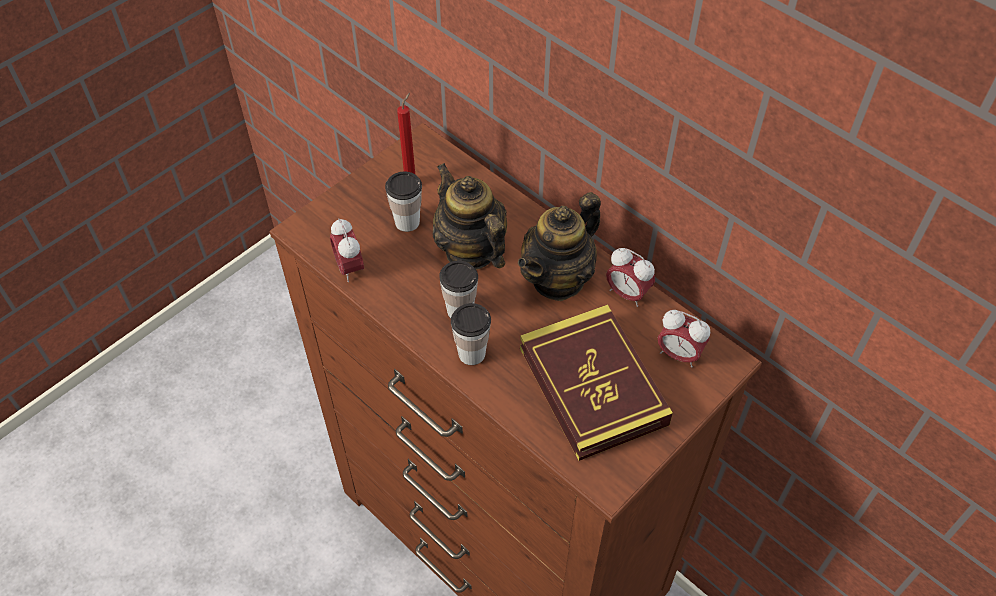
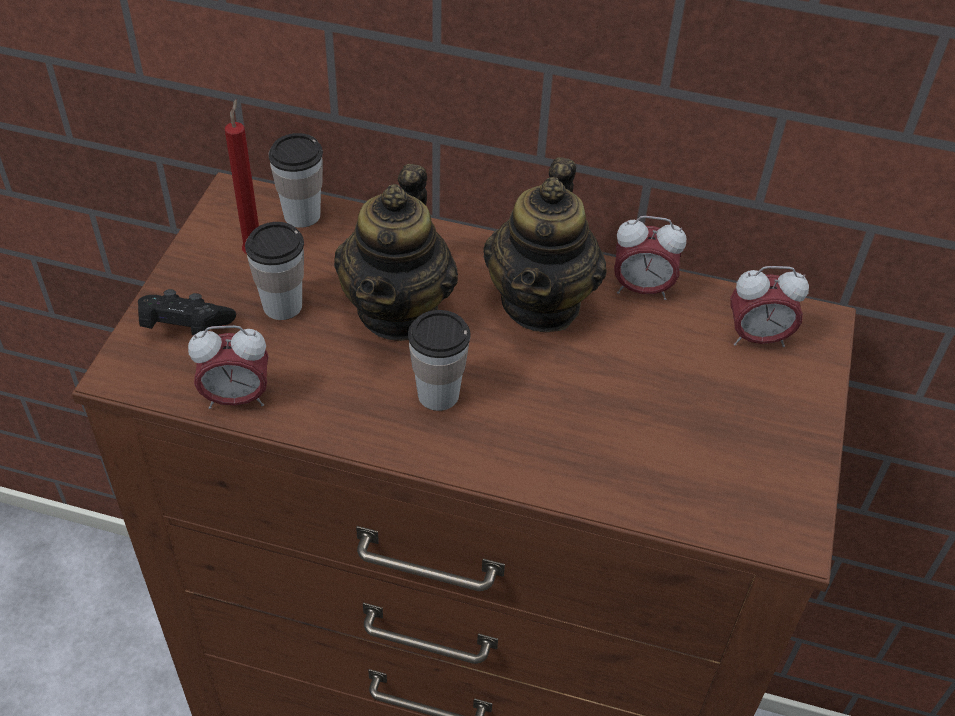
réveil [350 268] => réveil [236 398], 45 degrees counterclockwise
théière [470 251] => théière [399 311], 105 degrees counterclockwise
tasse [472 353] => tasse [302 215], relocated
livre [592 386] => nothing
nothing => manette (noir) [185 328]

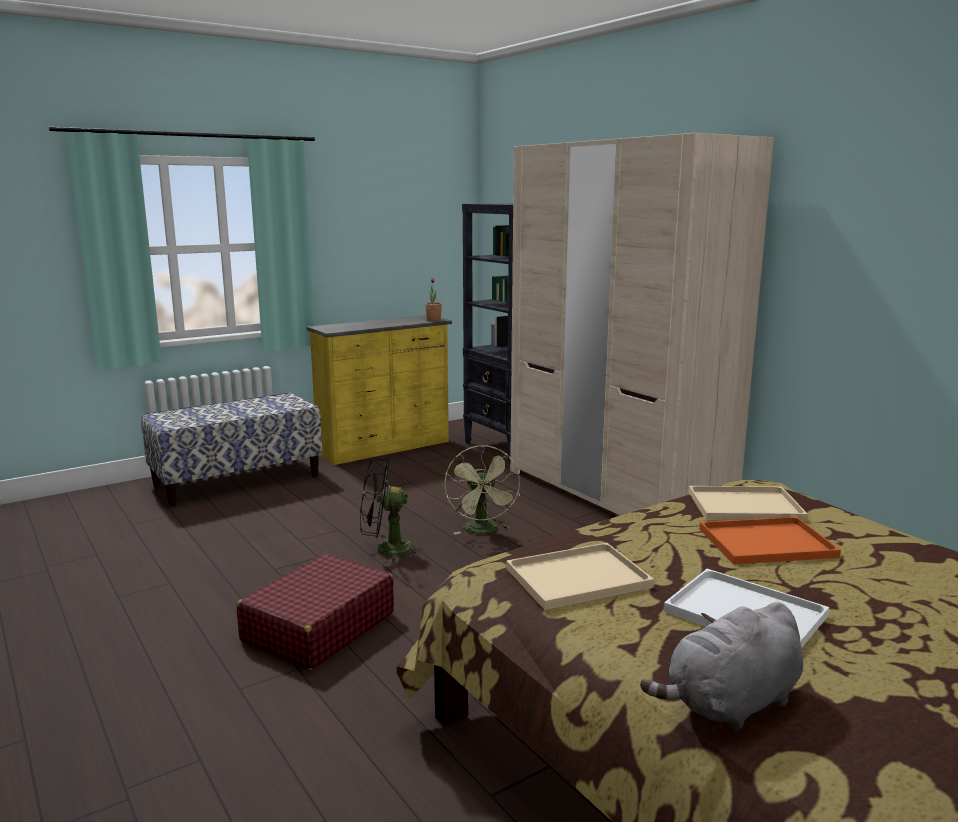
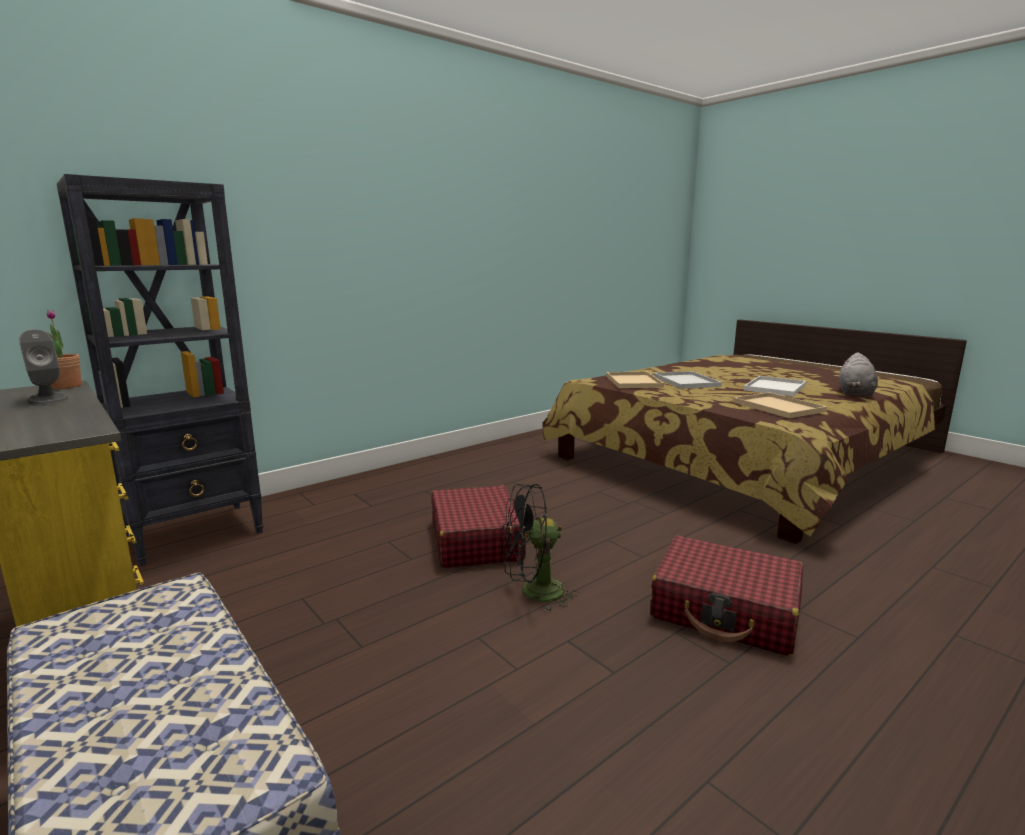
ventilateur (noir) [386 549] => ventilateur (noir) [533 593], 90 degrees clockwise
ventilateur (vert) [483 531] => valise (rouge) [476 540]
armoire (beige) [614 494] => nothing
peluche (gris) [730 705] => peluche (gris) [855 393], 60 degrees clockwise
plateau (orange) [765 543] => plateau (blanc) [687 381]
nothing => enceinte (gris) [48 399]

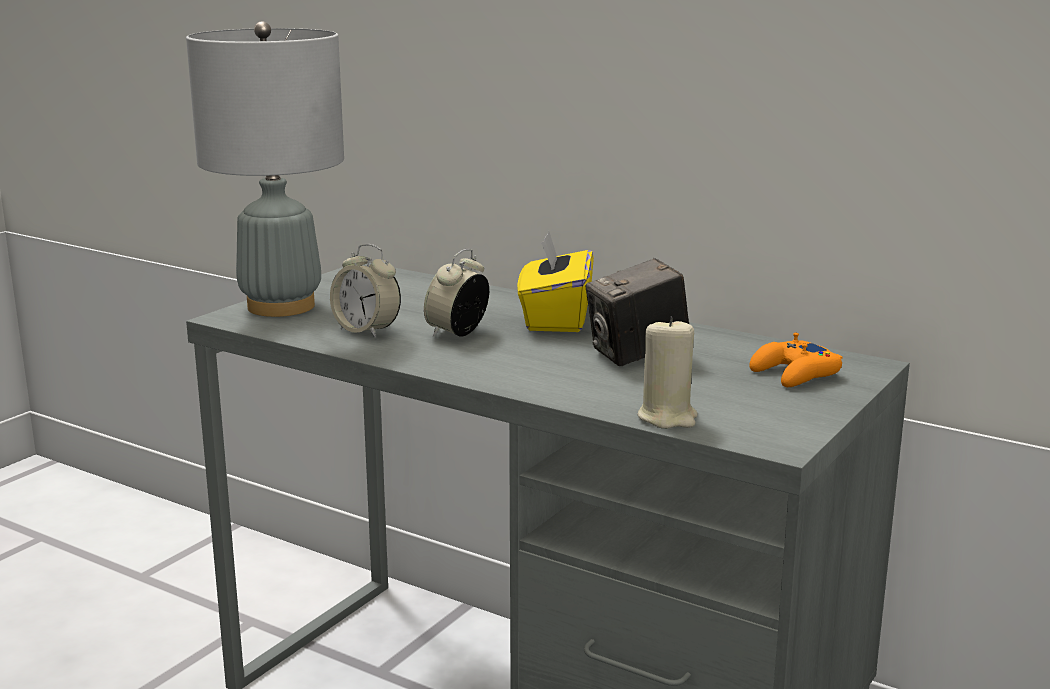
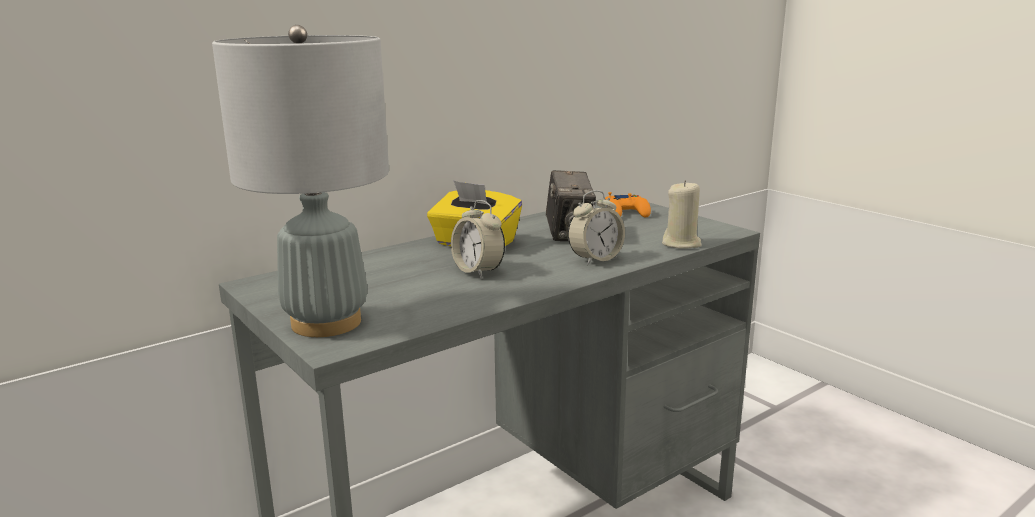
réveil [366 331] => réveil [595 259], relocated

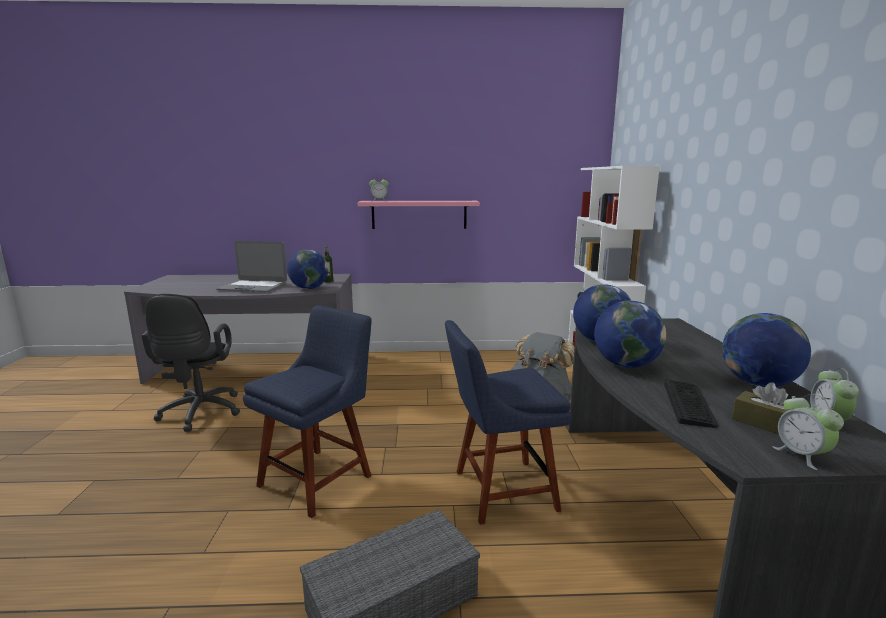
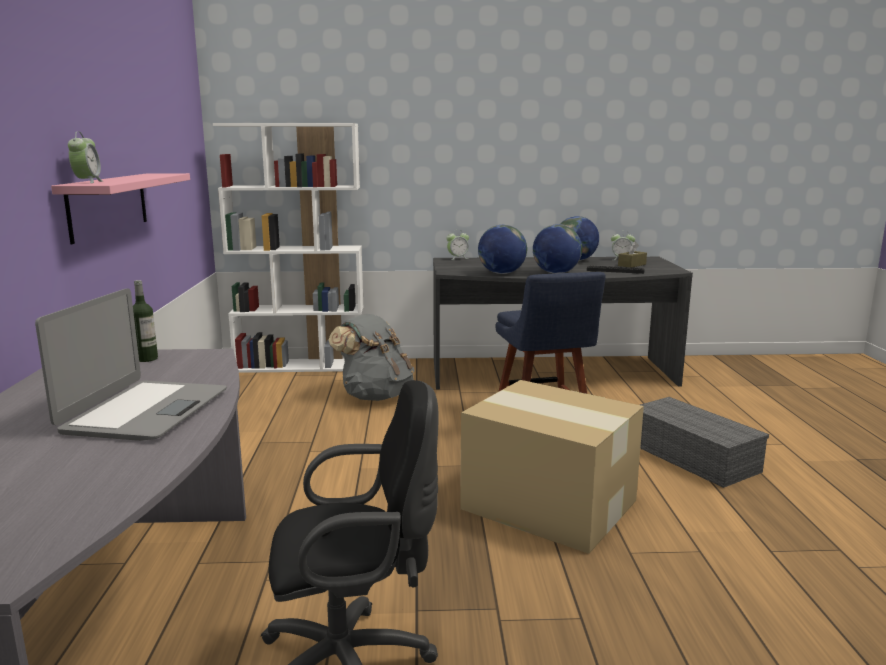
chaise (bleu) [319 478] => carton [547 503]
globe [309 288] => nothing
réveil [801 455] => réveil [457 258], relocated

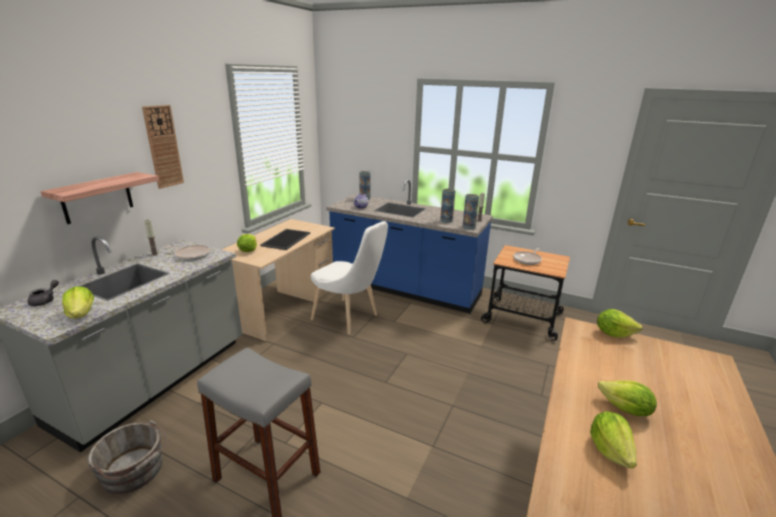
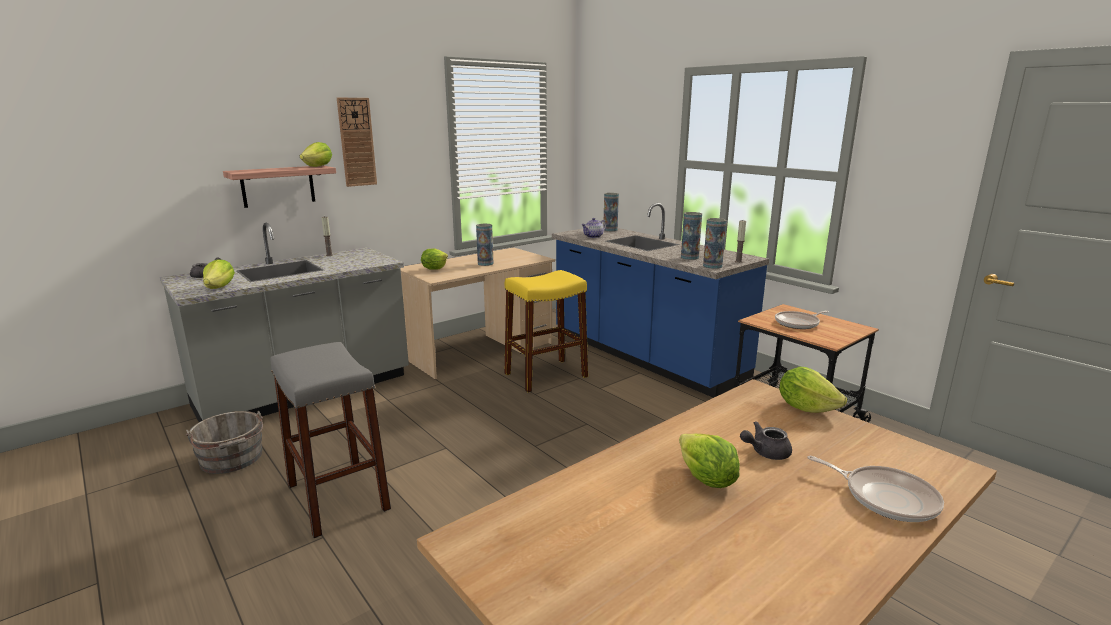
poêle [191 255] => poêle [886 497], relocated
plateau [285 239] => vase [485 263]
chaise (blanc) [348 318] => tabouret (jaune) [545 375]
laitue [610 450] => laitue [318 166], relocated
nothing => théière (gris) [765 452]

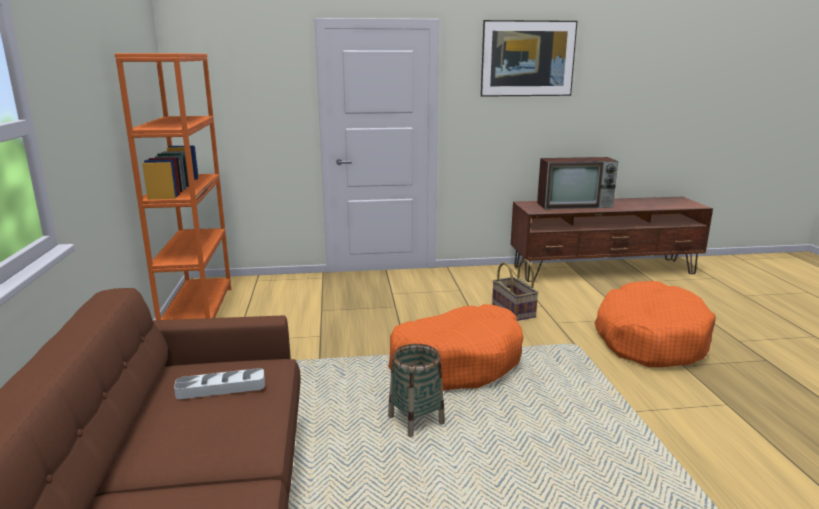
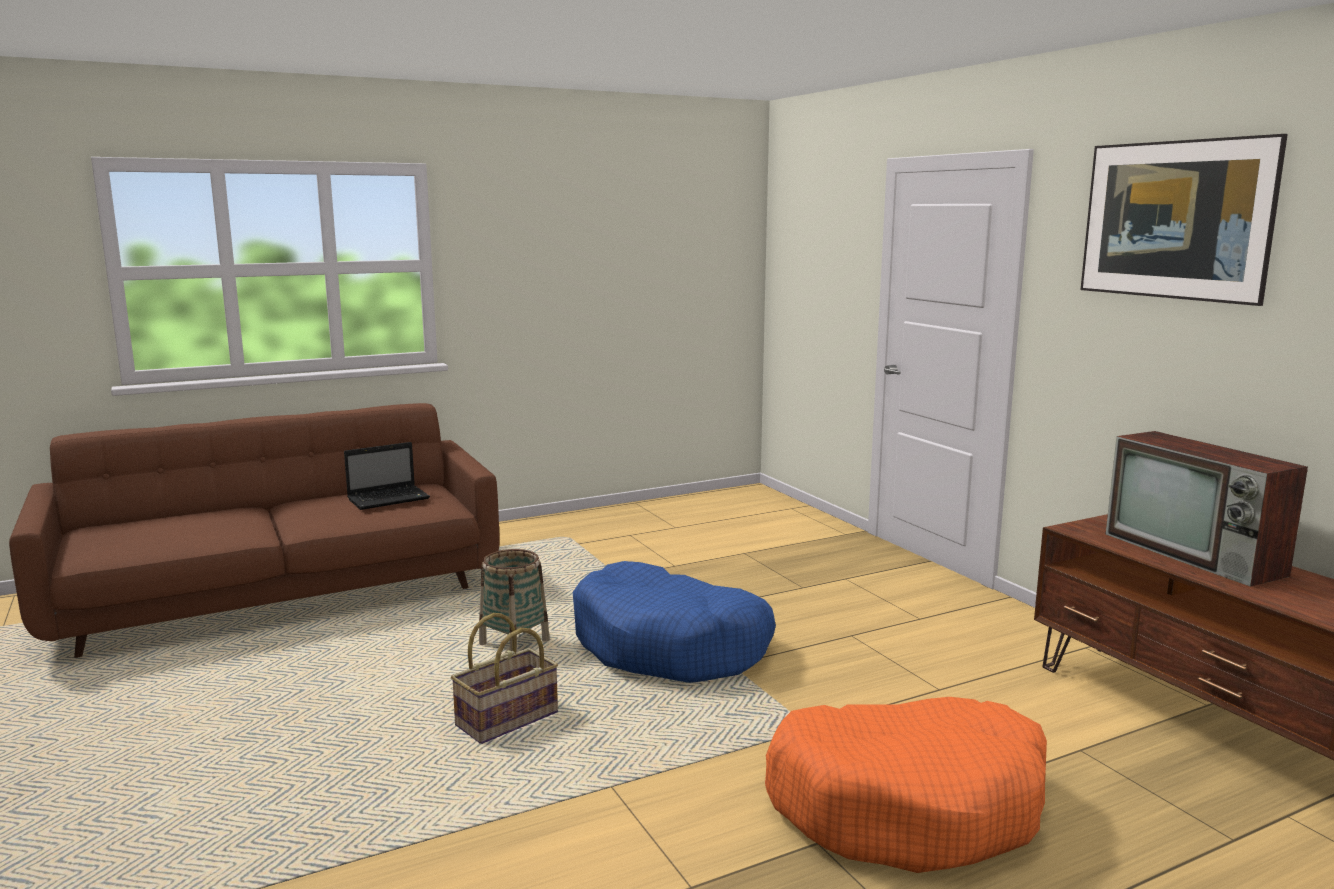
bibliothèque (orange) [198 311] => nothing
plateau (blanc) [221 388] => ordinateur portable [390 499]
panier pour chien (orange) [456 361] => panier pour chien (bleu) [670 646]
panier [514 310] => panier [507 720], relocated

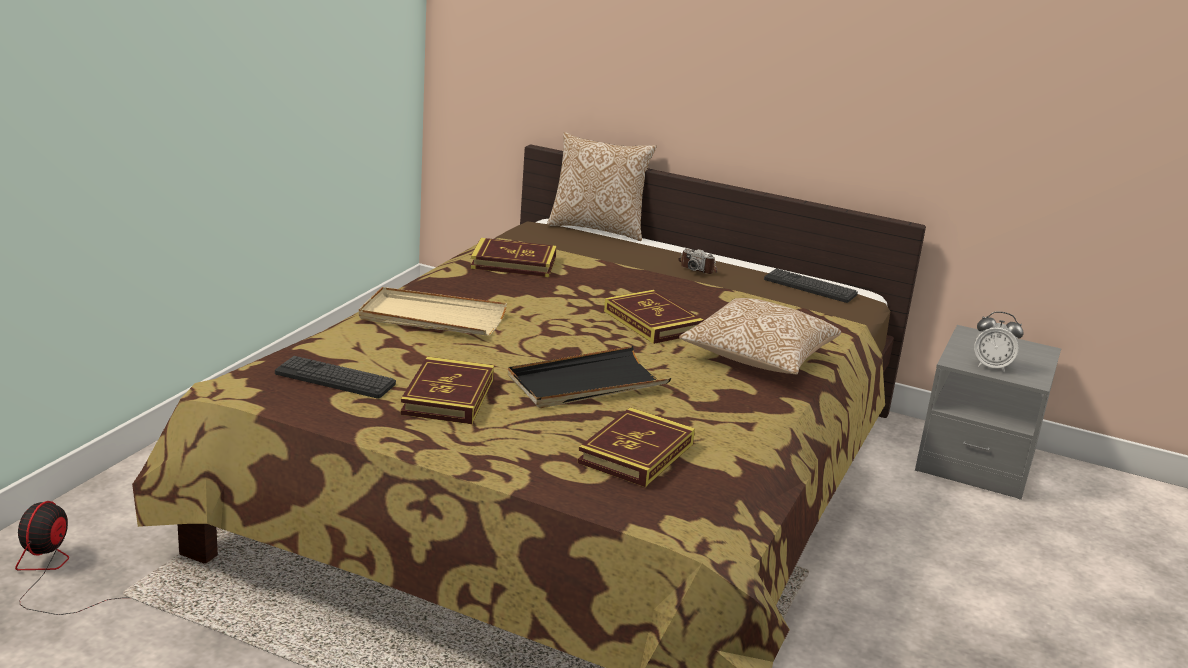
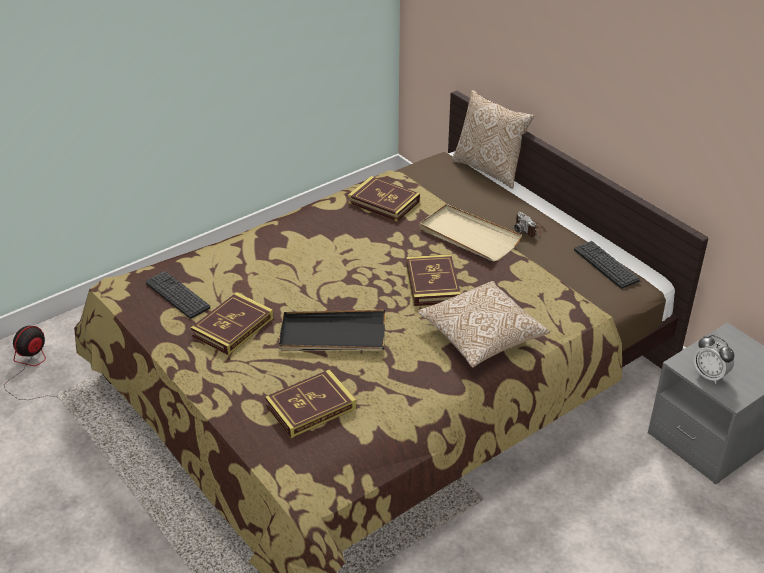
plateau (beige) [432 318] => plateau (beige) [468 236], relocated

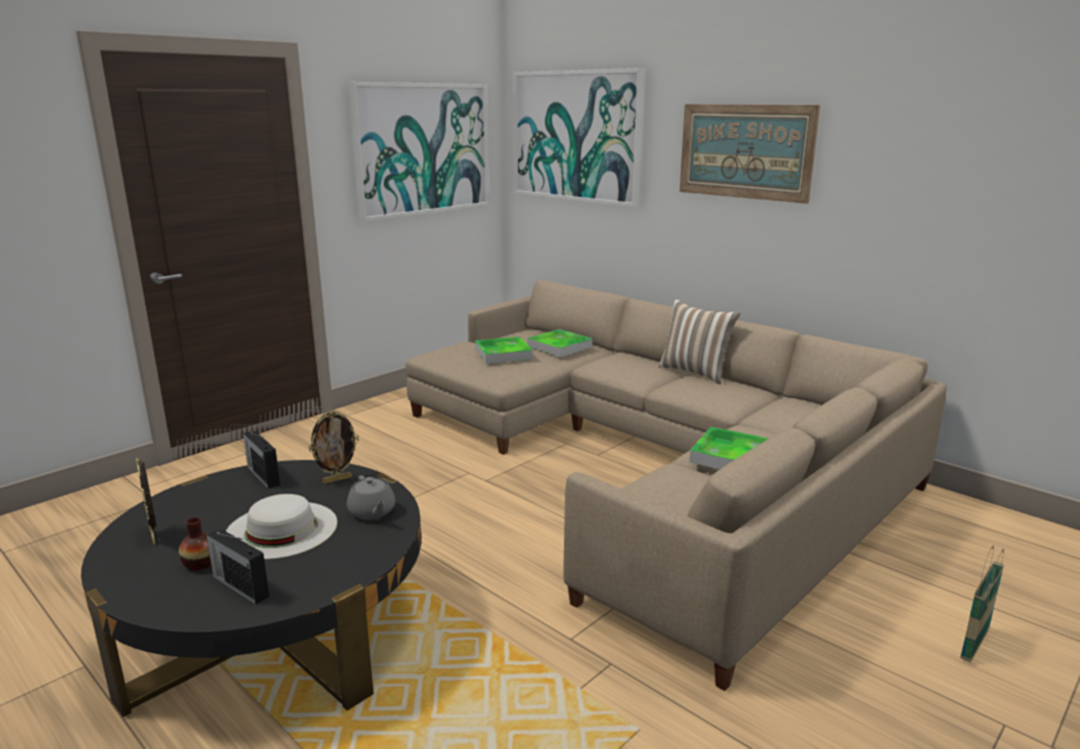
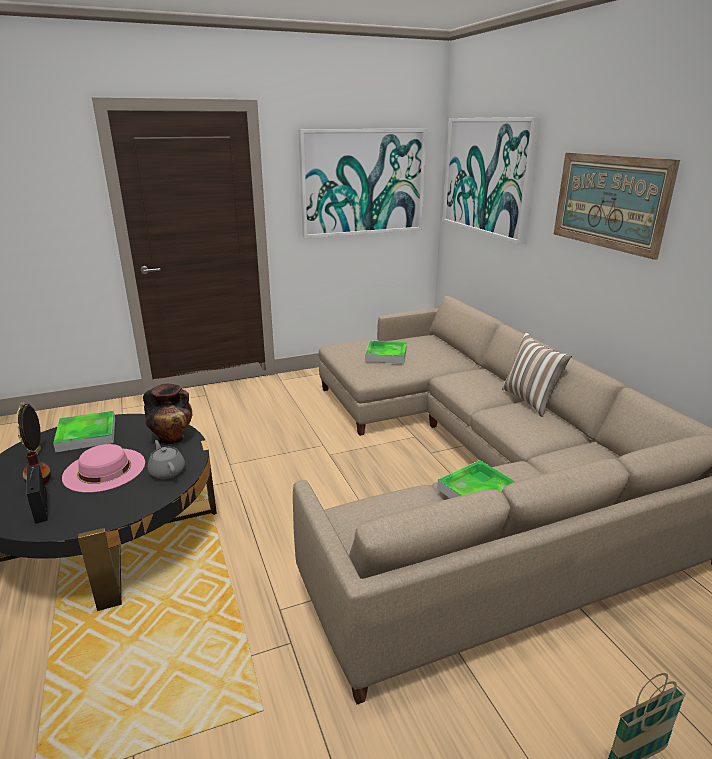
chapeau (blanc) [281 529] => chapeau (rose) [104 469]
radio [263 475] => nothing
cadre photo [337 479] => vase [173 438]
théière (gris) [372 512] => théière (gris) [167 471], 150 degrees clockwise
plateau [559 347] => plateau [87 434], relocated

